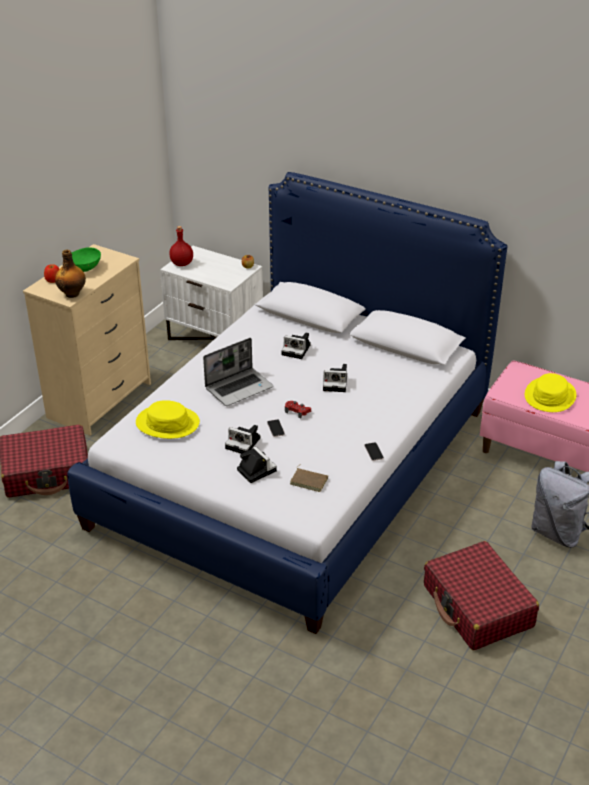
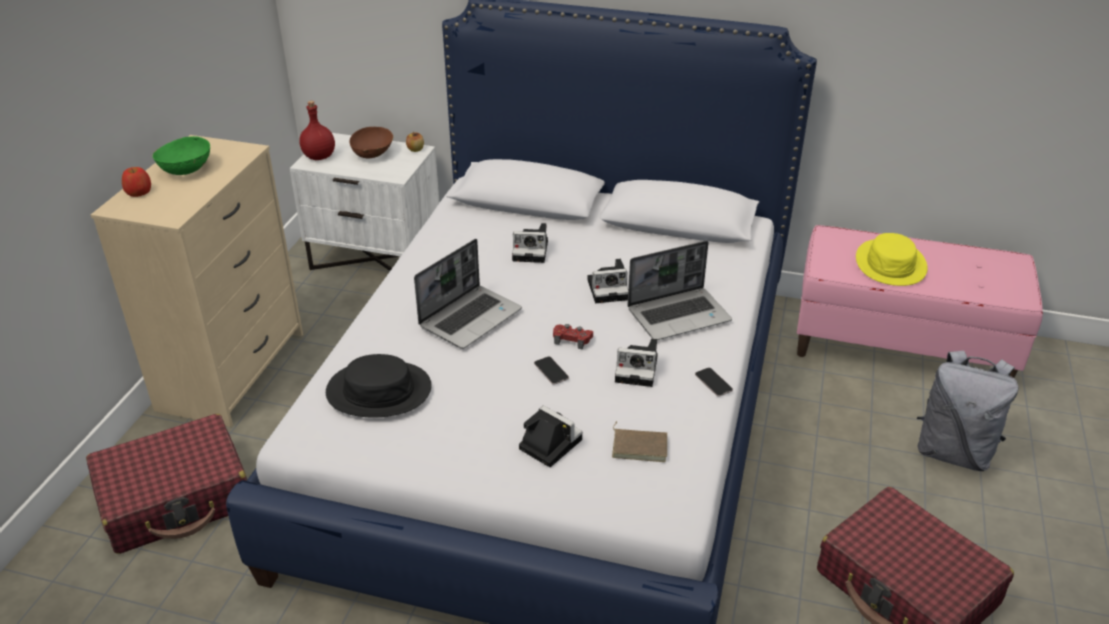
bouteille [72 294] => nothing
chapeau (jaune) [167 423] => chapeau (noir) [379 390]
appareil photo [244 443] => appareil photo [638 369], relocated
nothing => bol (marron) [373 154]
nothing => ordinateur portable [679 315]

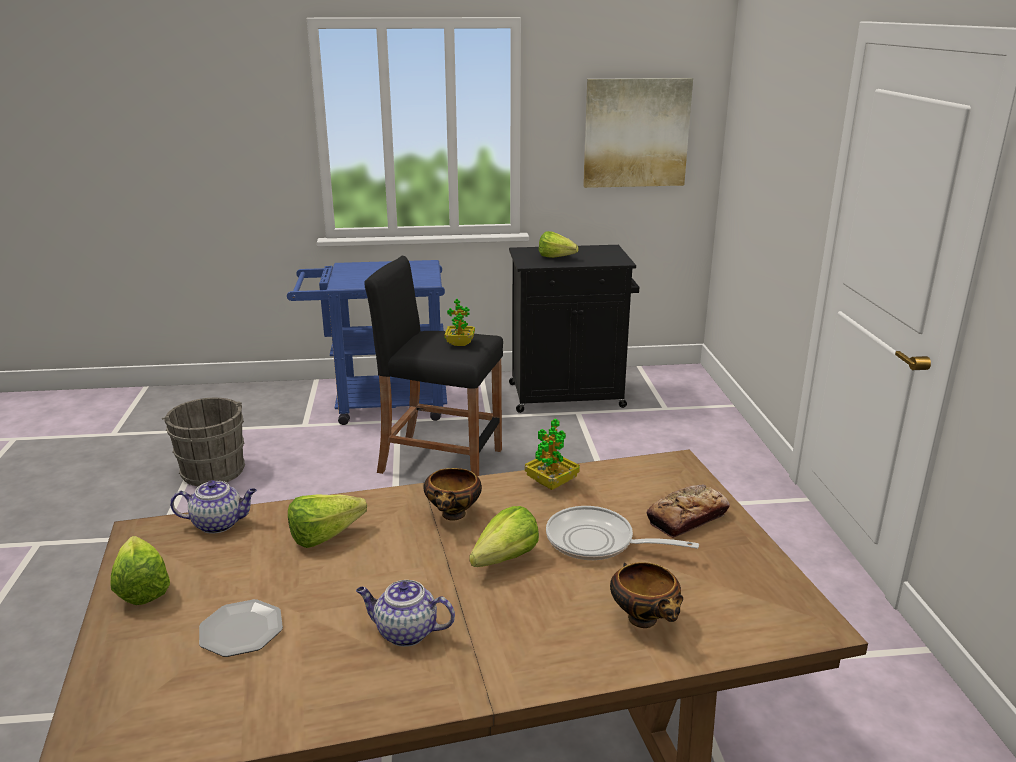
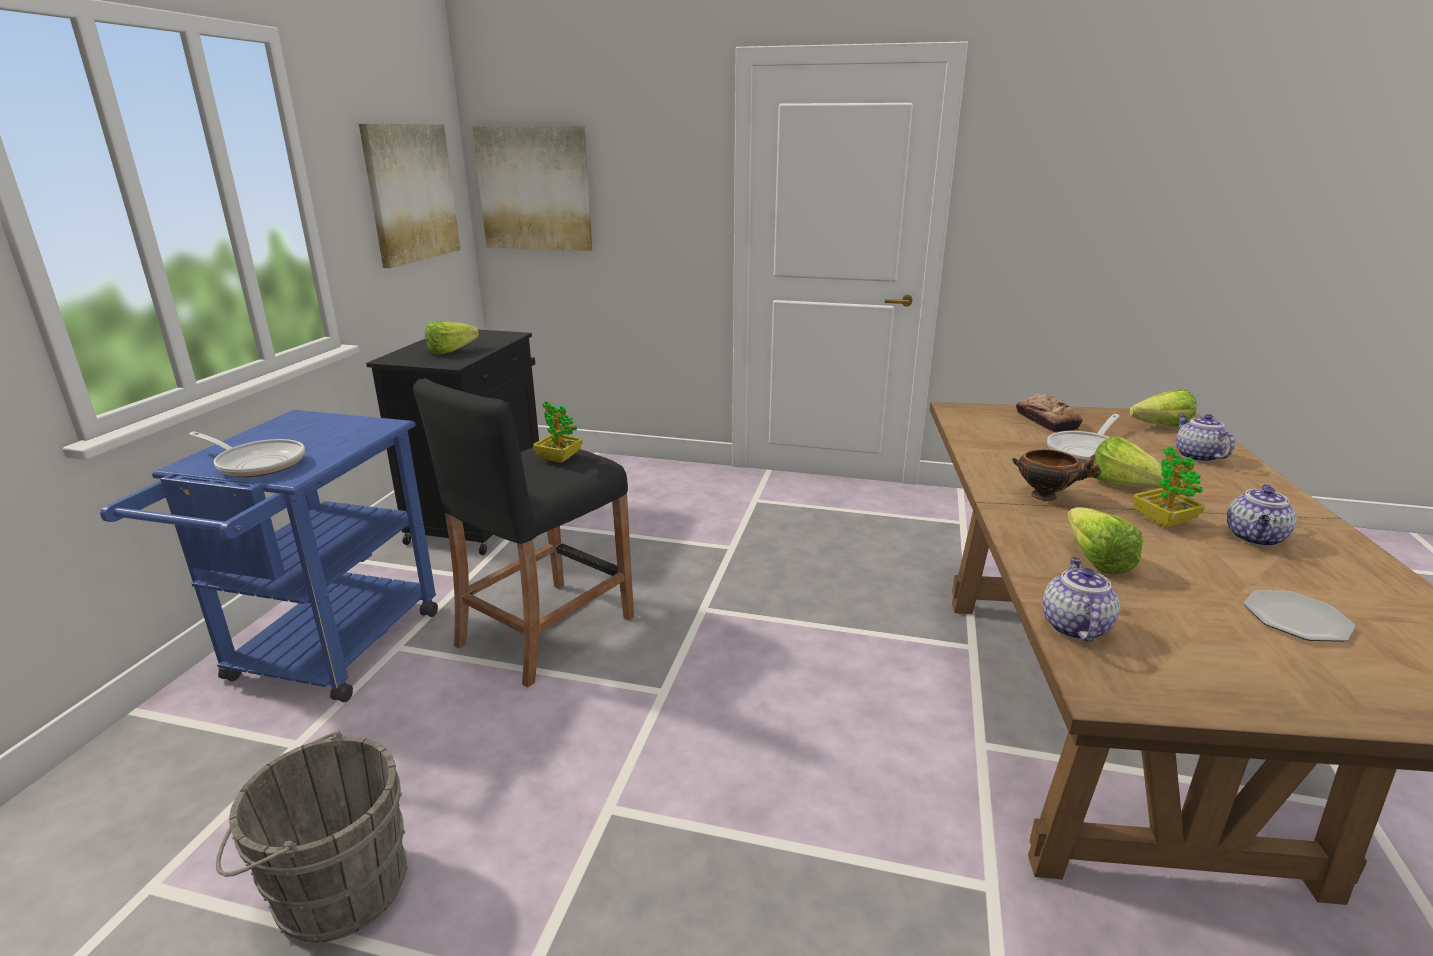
laitue [143 584] => laitue [1155 427], relocated
plante en pot [551 483] => plante en pot [1162 521], relocated
bol [645 621] => théière [1196 456]
nothing => poêle [257 463]
nothing => tableau [535 188]

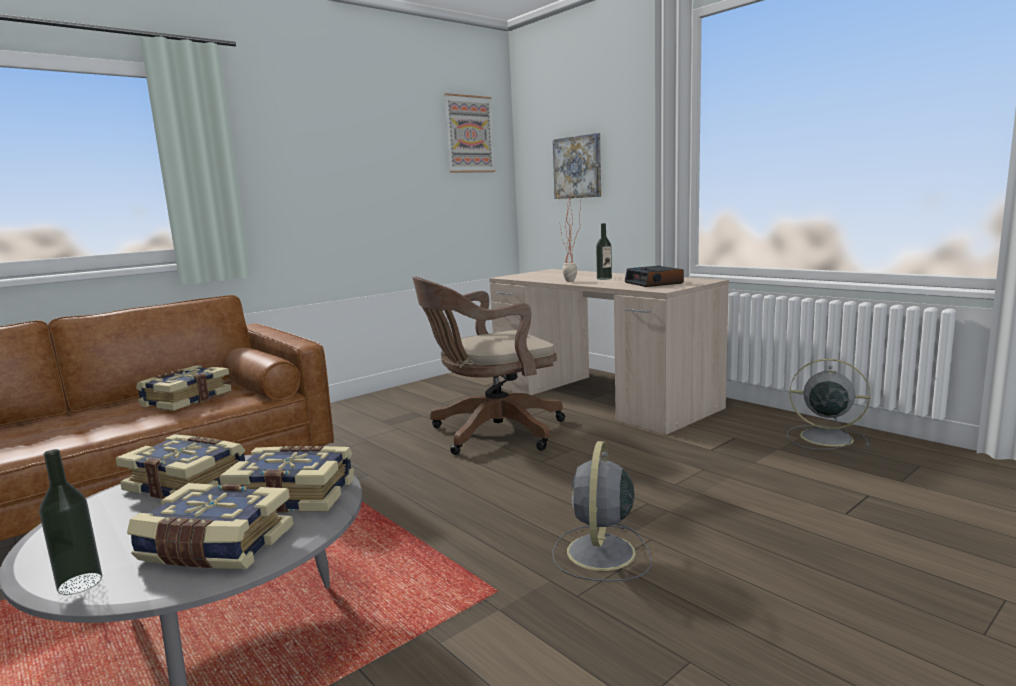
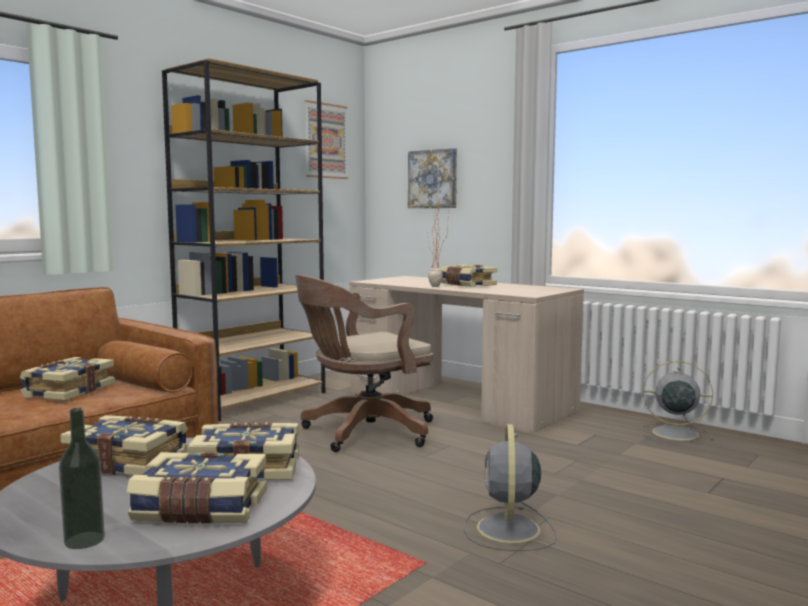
bouteille [604 278] => livre [466 285]
réveil [654 283] => nothing
nothing => bibliothèque (marron) [254 399]

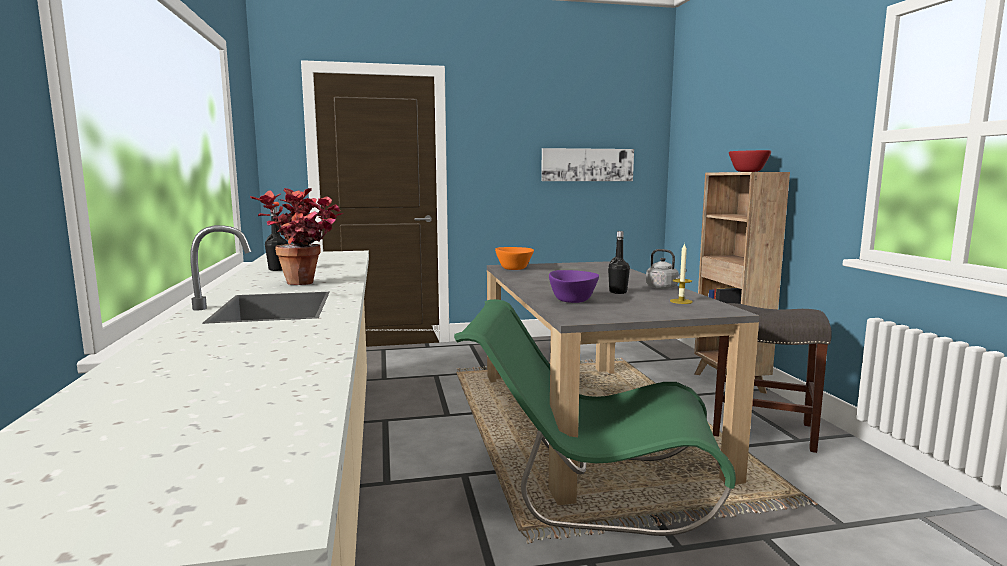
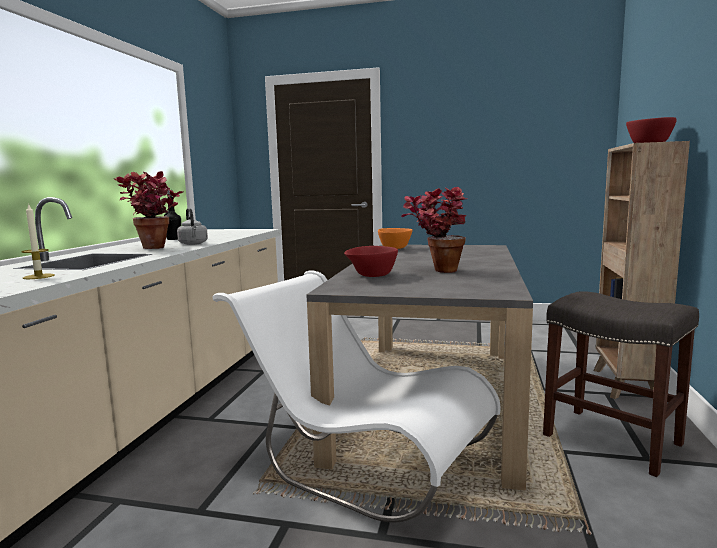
chaise (vert) [590 489] => chaise (blanc) [360 460]
tableau [587 165] => nothing
bol (violet) [572 301] => bol (rouge) [370 276]
bouteille (noir) [618 292] => plante en pot [436 270]
bouilloire (gris) [663 288] => bouilloire (gris) [193 244], relocated
bougie [681 301] => bougie [38 276], relocated

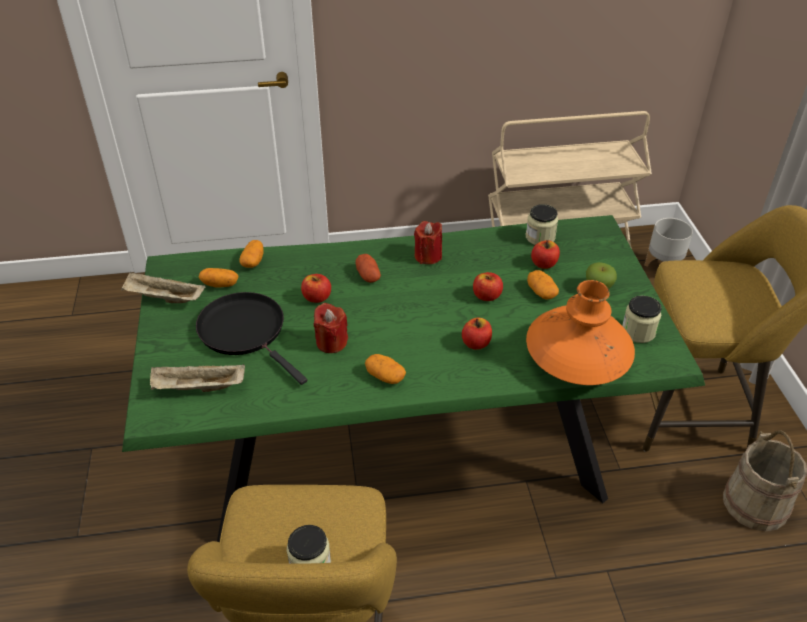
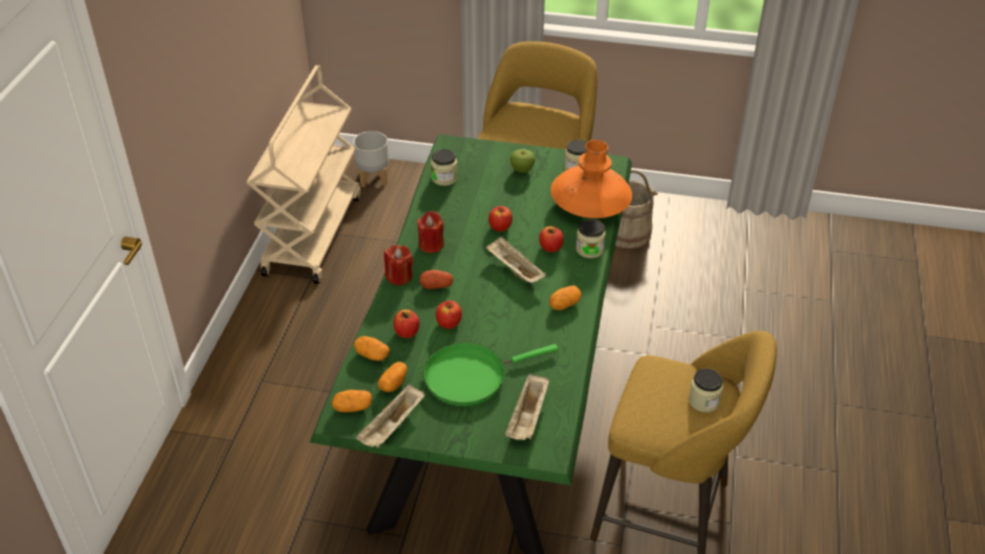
poêle (noir) [246 332] => poêle (vert) [470 376]
bougie (rouge) [331 342] => bougie (rouge) [399 276], relocated
pomme de terre [541 292] => pomme de terre [352 407], relocated
pomme [544 264] => pomme [407 332], relocated
nothing => plateau (beige) [514 270]
nothing => bocal [589 249]

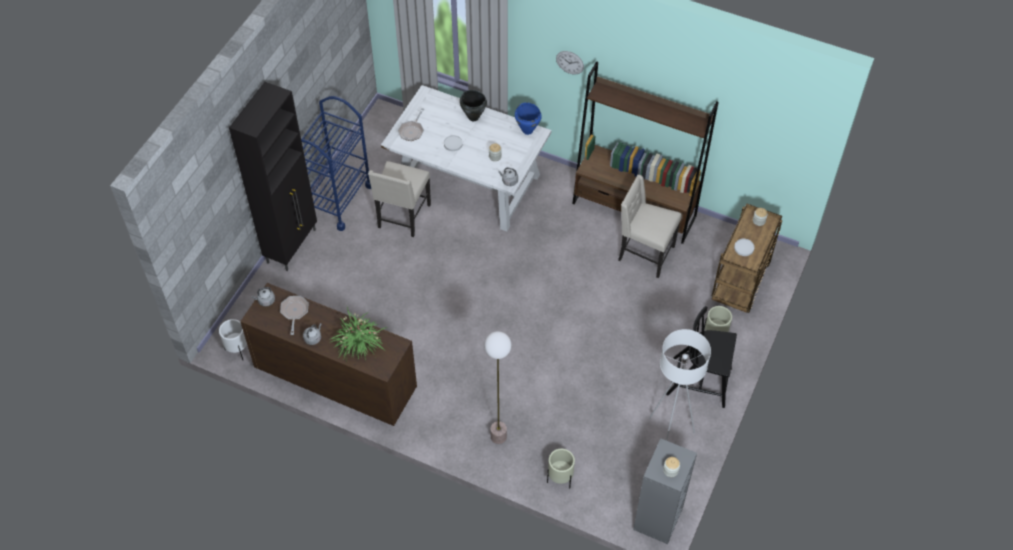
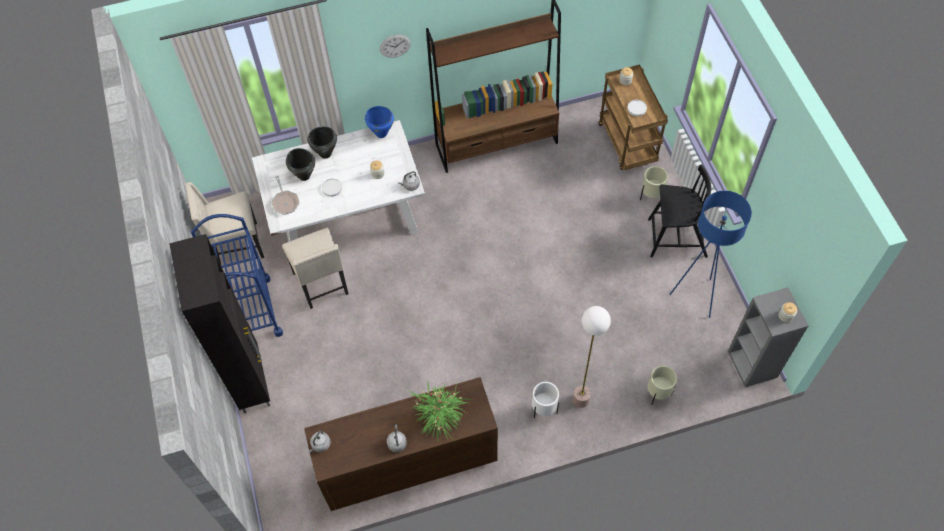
cache-pot (blanc) [238 350] => cache-pot (blanc) [544 410], relocated
poêle [294 312] => nothing
chaise (beige) [644 254] => chaise (beige) [236 246], relocated
lampadaire (blanc) [668 435] => lampadaire (bleu) [695 296]
chaise (noir) [700 382] => chaise (noir) [675 238], 150 degrees counterclockwise
nothing => marmite (noir) [304 176]

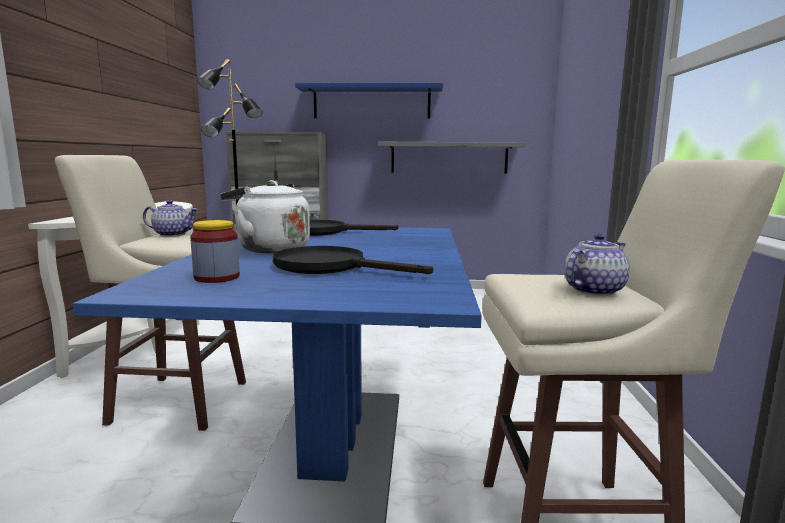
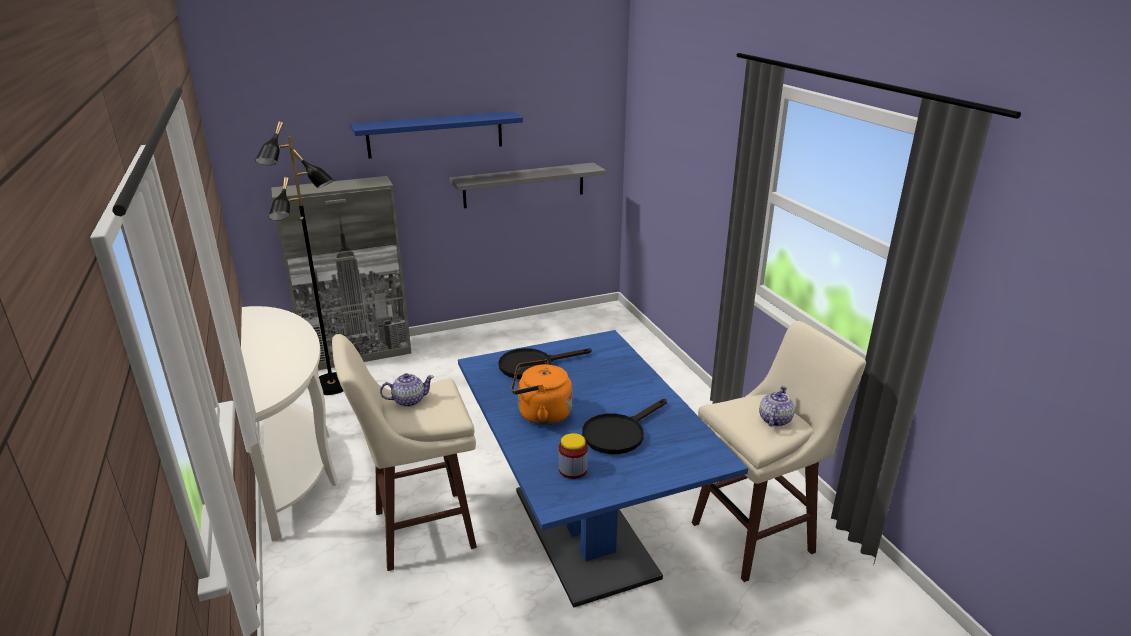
bouilloire (blanc) [269 249] => bouilloire (orange) [541 414]
poêle (noir) [331 267] => poêle (noir) [618 433], 45 degrees counterclockwise

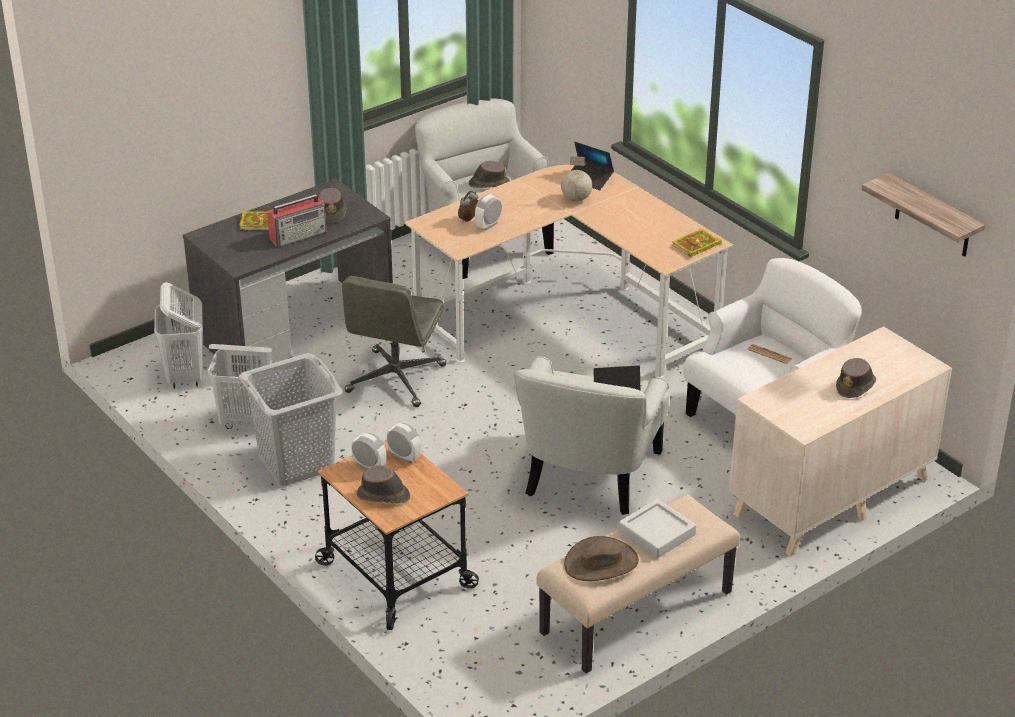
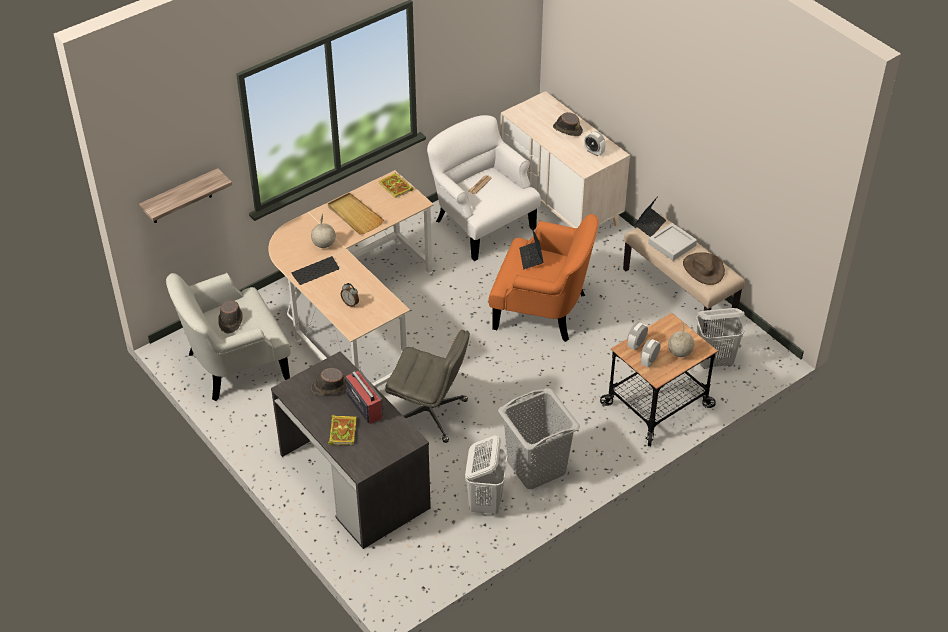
panier à linge (blanc) [186 376] => panier à linge (blanc) [714 361], relocated
chapeau (marron) [384 496] => globe [680 353]
réveil [488 225] => réveil [594 152], relocated
fauteuil (blanc) [589 474] => fauteuil (orange) [543 309]
ordinateur portable [589 179] => ordinateur portable [650 225], relocated
étagère [933 217] => étagère [181 197], relocated
nothing => clavier [315 271]
nothing => plateau (beige) [354 215]

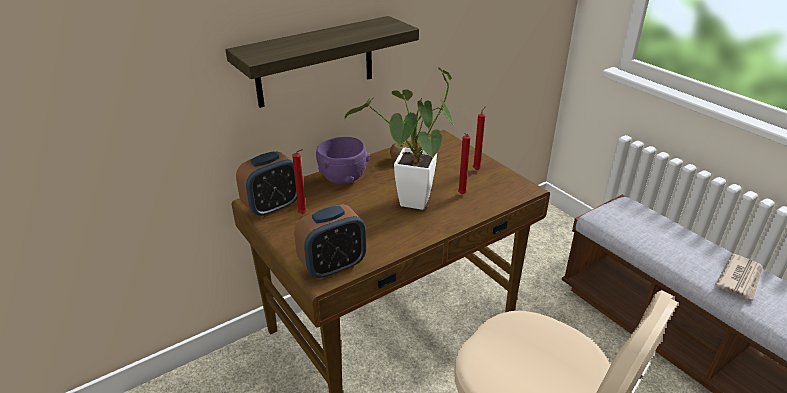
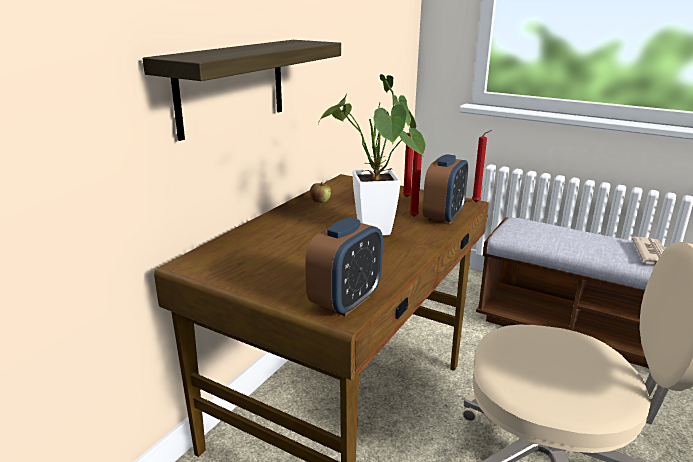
réveil [272 207] => réveil [443 217], relocated
bougie (rouge) [303 214] => bougie (rouge) [477 202], relocated
bol (violet) [343 178] => nothing

